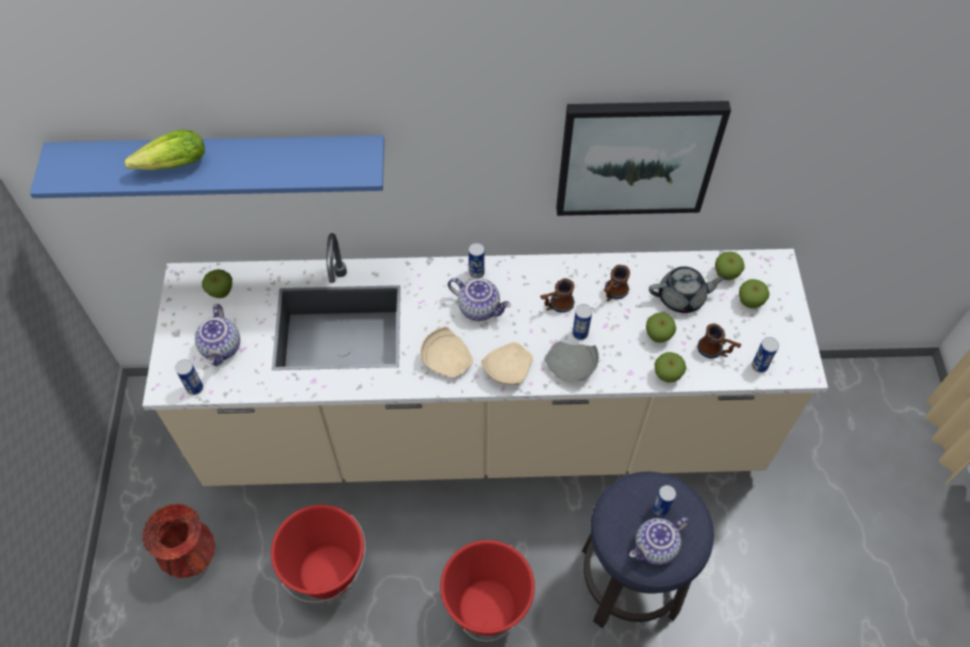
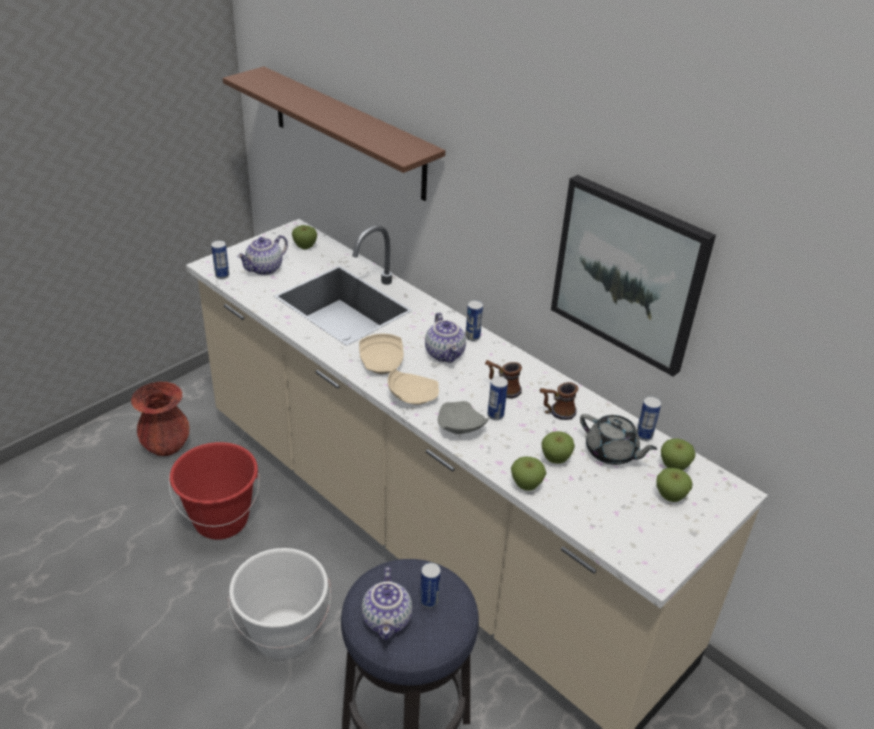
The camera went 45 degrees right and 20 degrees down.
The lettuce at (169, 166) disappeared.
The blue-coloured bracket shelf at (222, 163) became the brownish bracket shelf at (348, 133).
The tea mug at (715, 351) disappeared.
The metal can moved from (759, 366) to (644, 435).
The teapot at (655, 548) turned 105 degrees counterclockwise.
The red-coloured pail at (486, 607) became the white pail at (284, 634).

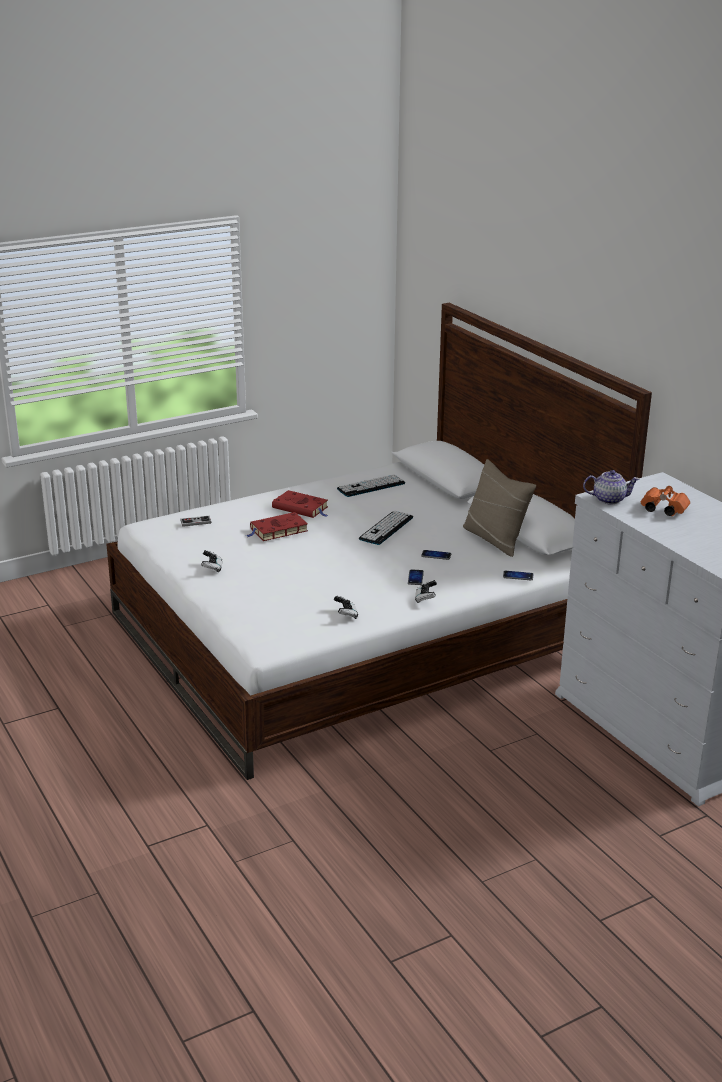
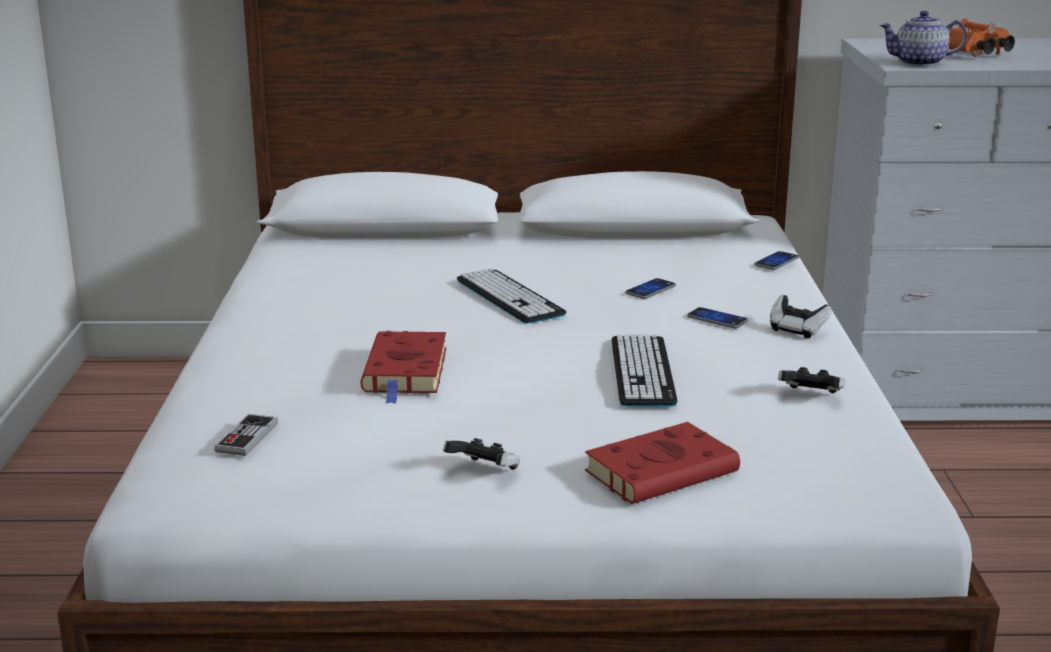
The camera went 60 degrees left and 5 degrees down.
The beige throw pillow at (495, 539) disappeared.
The teapot at (609, 499) turned 120 degrees counterclockwise.
The PC keyboard moved from (371, 486) to (642, 371).
The red-coloured bound book moved from (301, 508) to (664, 471).

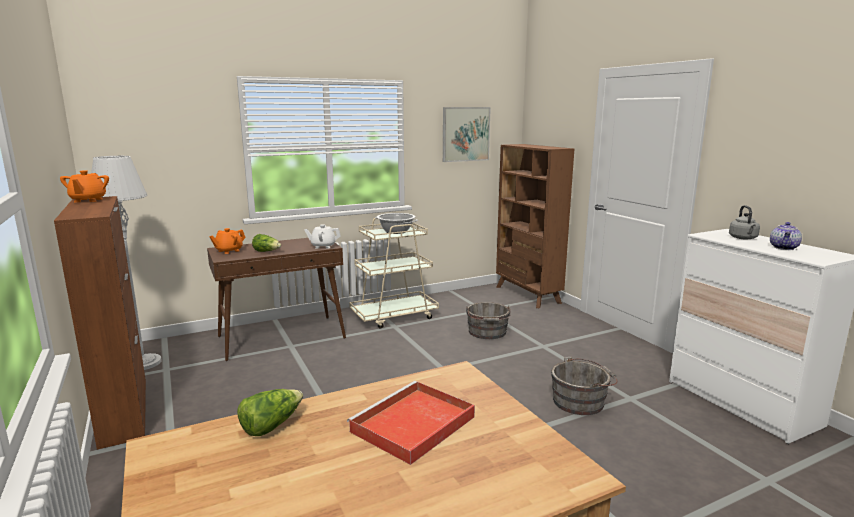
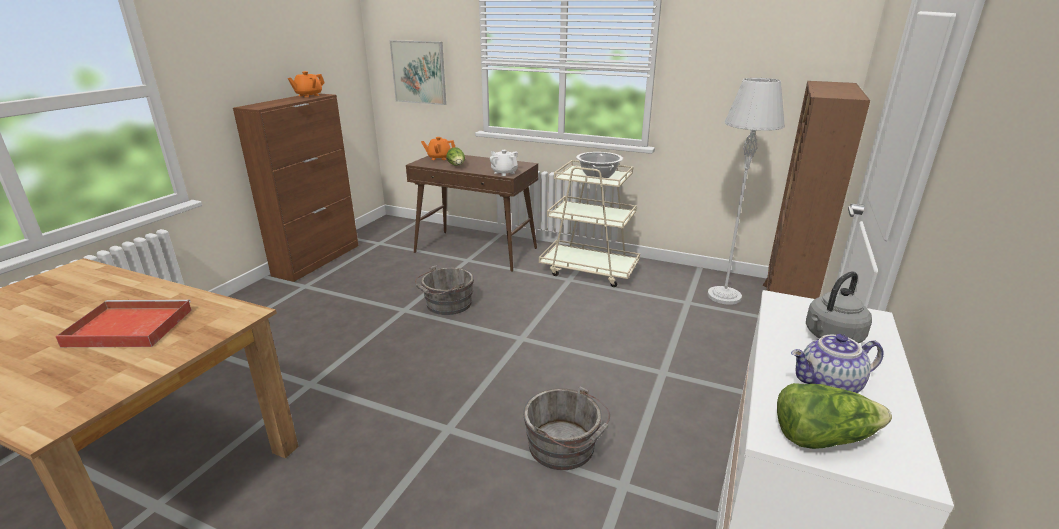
The camera went 50 degrees right and 10 degrees up.
The picture moved from (465, 134) to (419, 72).
The grey standard lamp moved from (143, 363) to (724, 296).
The grey pail moved from (487, 333) to (446, 305).
The lettuce moved from (271, 425) to (822, 437).

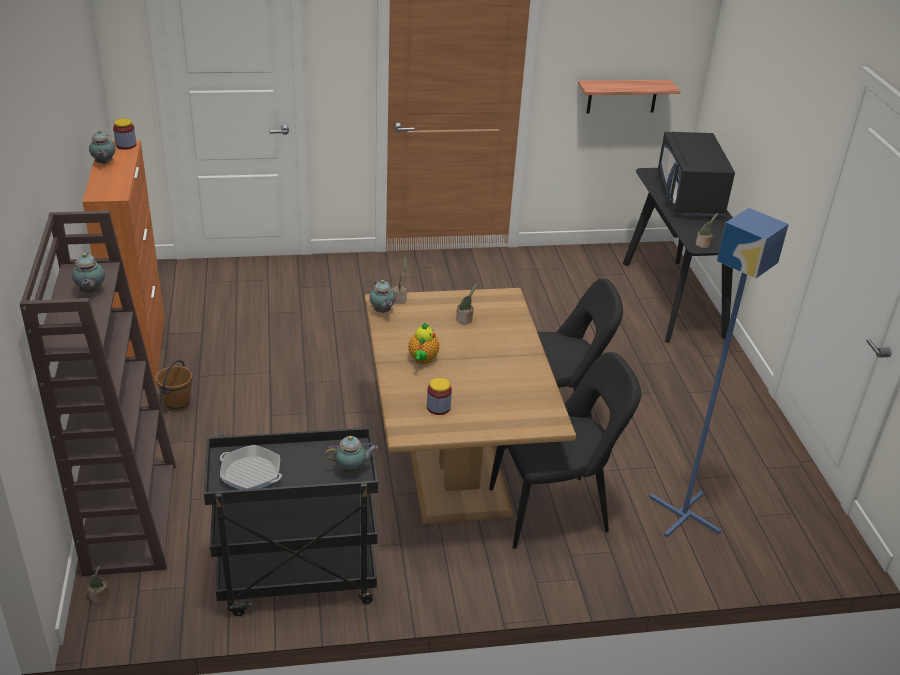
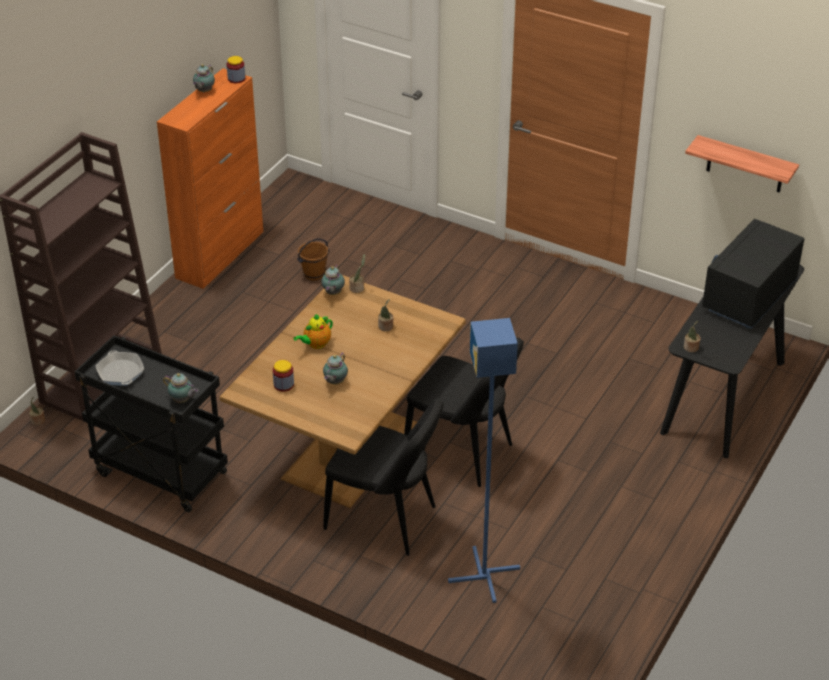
The camera went 40 degrees right and 5 degrees up.
The teapot moved from (90, 292) to (335, 382).
The brownish pail moved from (177, 404) to (314, 274).

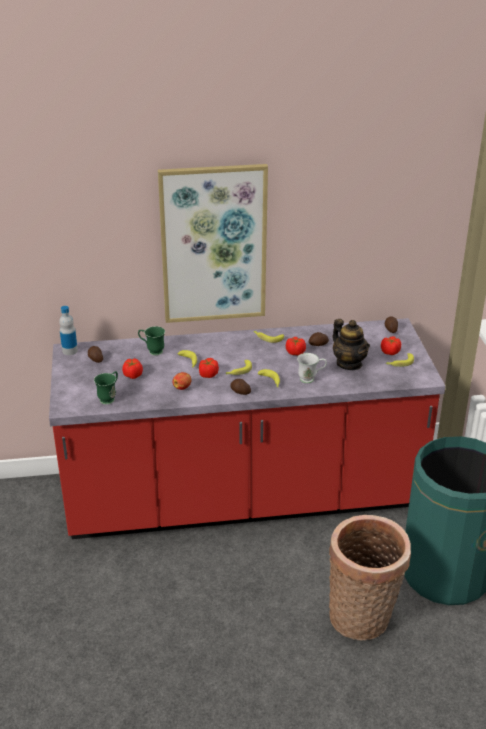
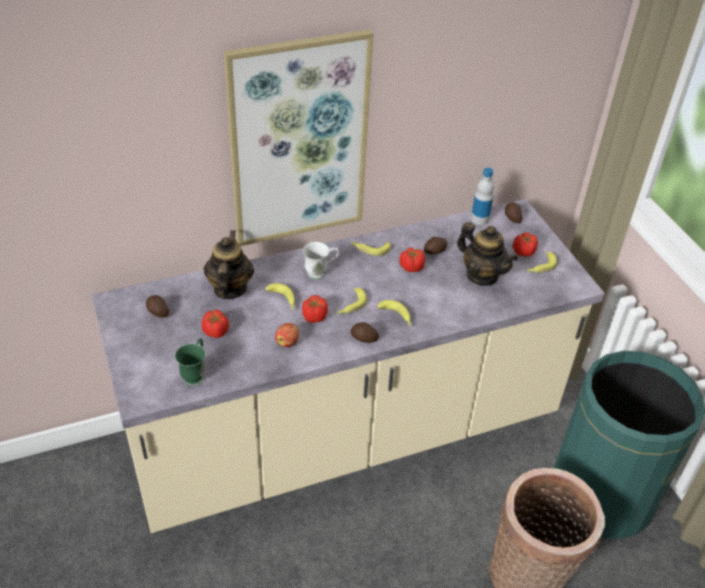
The camera went 15 degrees left and 10 degrees up.
The beverage bottle moved from (70, 351) to (479, 219).
The red-coloured kitchen base unit at (243, 499) became the beige kitchen base unit at (345, 434).
The greenish tea mug at (152, 351) was replaced by the teapot at (229, 289).
The white tea mug moved from (311, 379) to (320, 272).

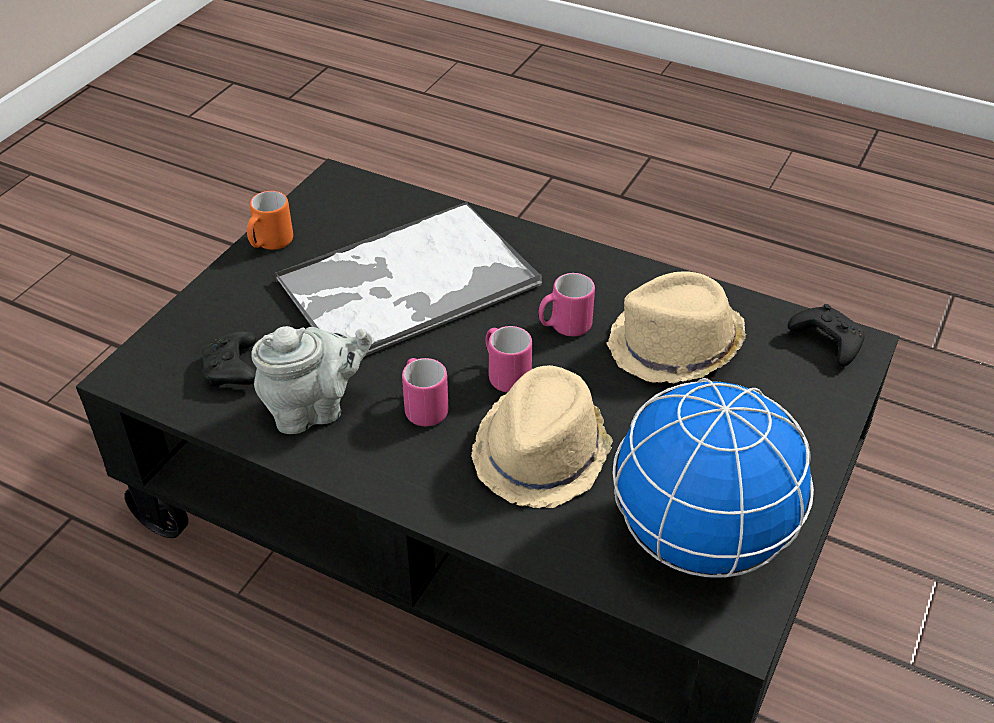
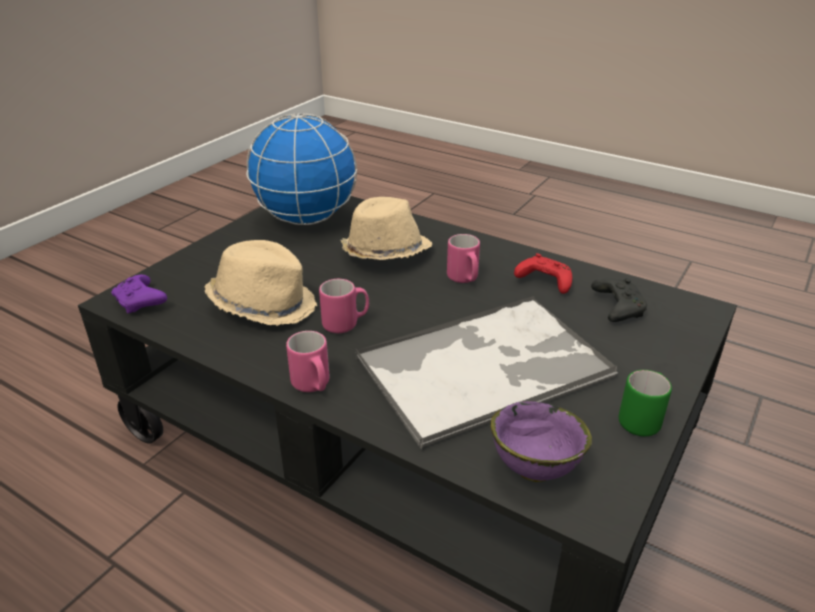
The camera went 175 degrees left and 10 degrees down.
The orangey tea mug at (270, 244) became the greenish tea mug at (642, 419).
The blackish gamepad at (825, 342) became the purple-coloured gamepad at (141, 302).
The grey teapot at (314, 409) was replaced by the red-coloured gamepad at (543, 282).
The pink tea mug moved from (505, 375) to (313, 386).
The purple-coloured bowl at (533, 468) appeared.

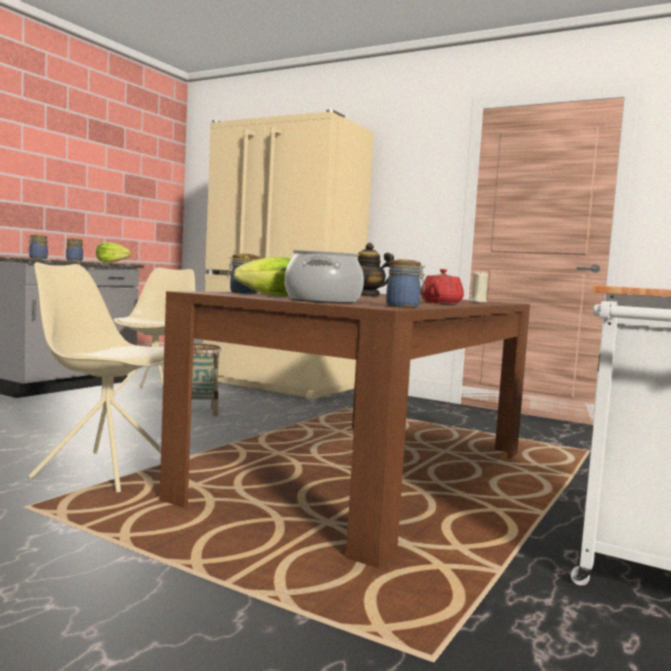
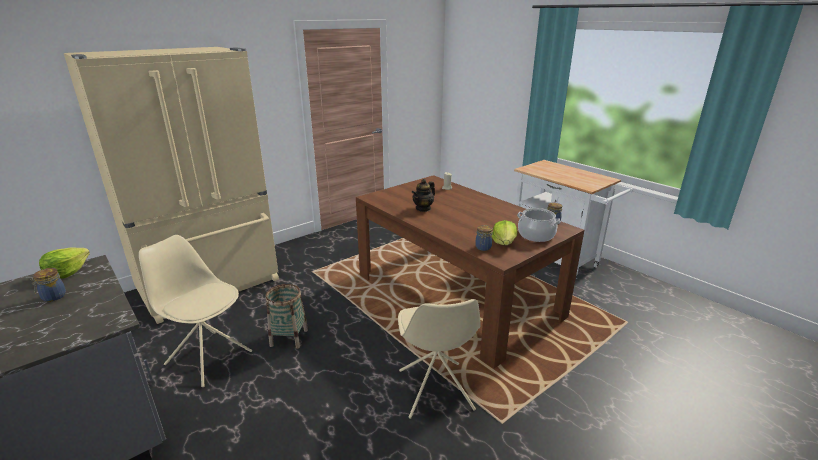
The camera went 70 degrees left and 20 degrees up.
The jar at (37, 258) disappeared.
The beige plain chair at (103, 471) turned 45 degrees counterclockwise.
The red-coloured teapot at (441, 303) disappeared.

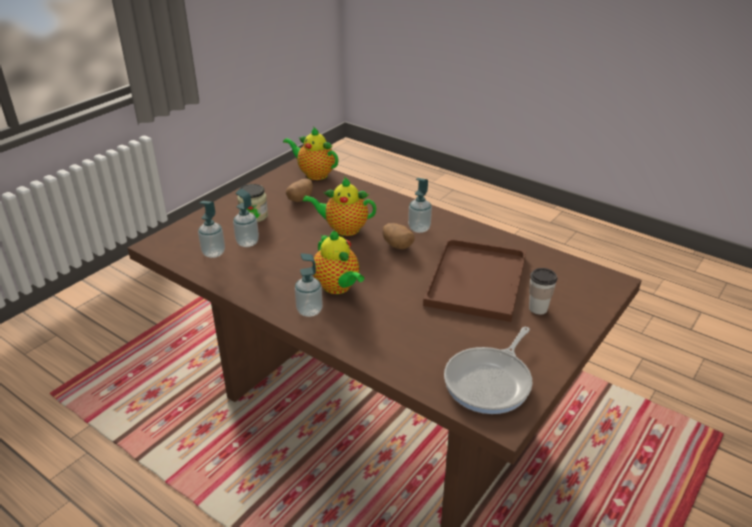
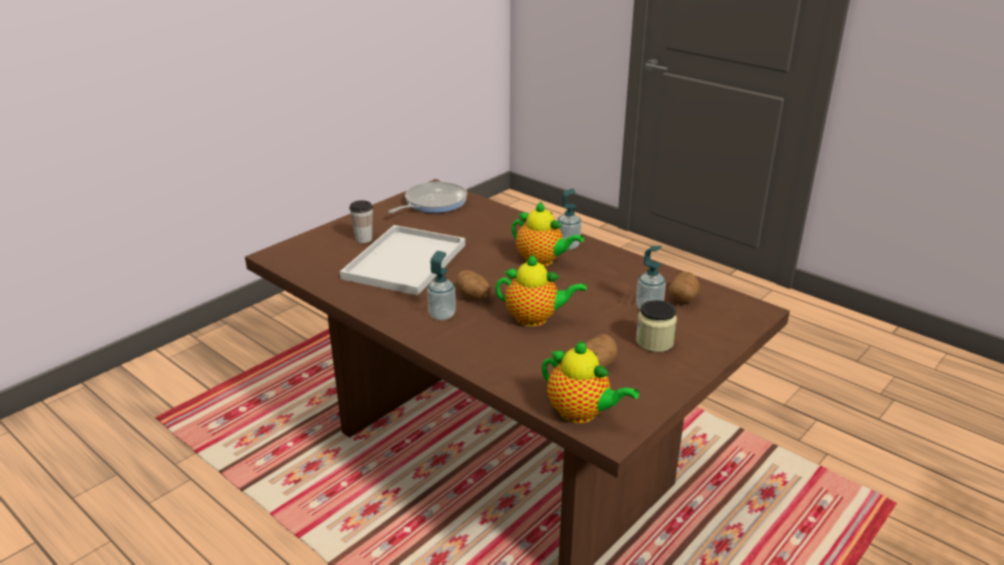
The camera went 175 degrees left and 5 degrees down.
The liquid soap bottle at (213, 253) was replaced by the whole potato at (683, 298).
The teapot at (338, 287) turned 150 degrees clockwise.
The brownish tray at (475, 278) became the white tray at (405, 262).

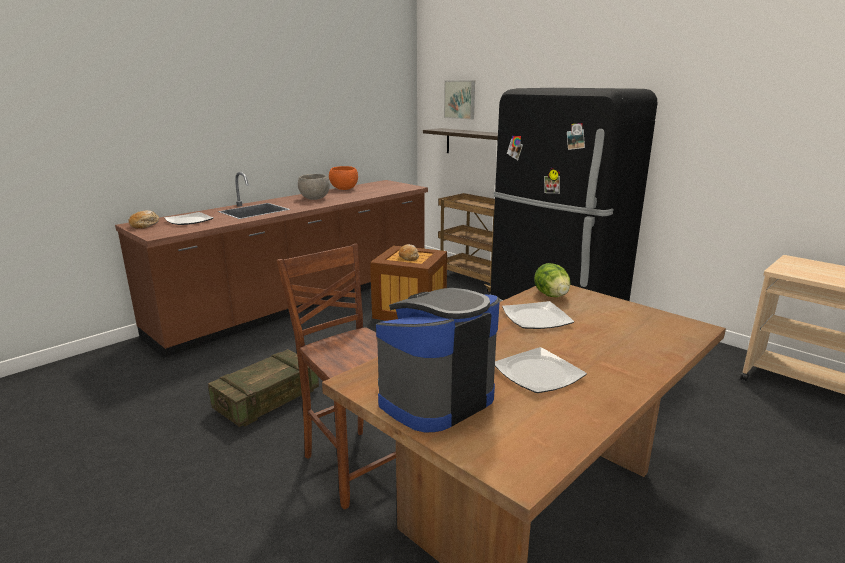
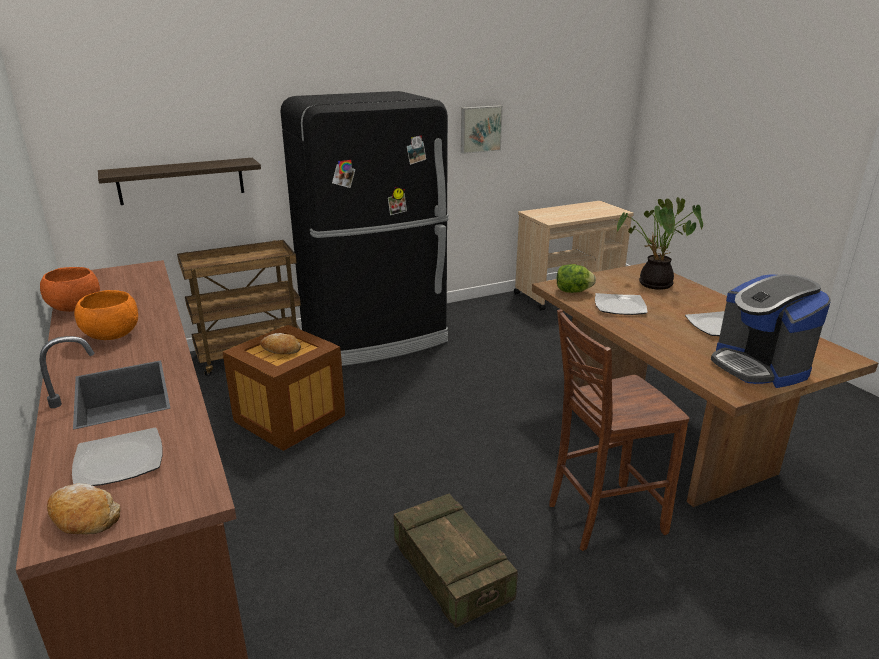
The camera went 70 degrees left and 5 degrees up.
The picture moved from (460, 99) to (480, 129).
The grey bowl at (314, 199) became the orangey bowl at (112, 336).
The plant in a pot at (652, 284) appeared.

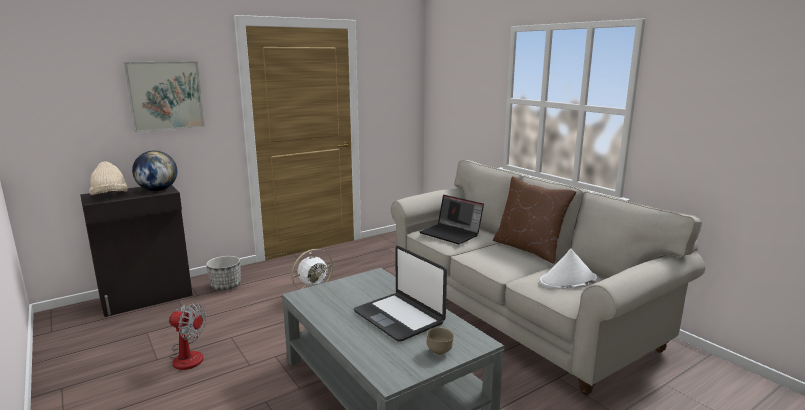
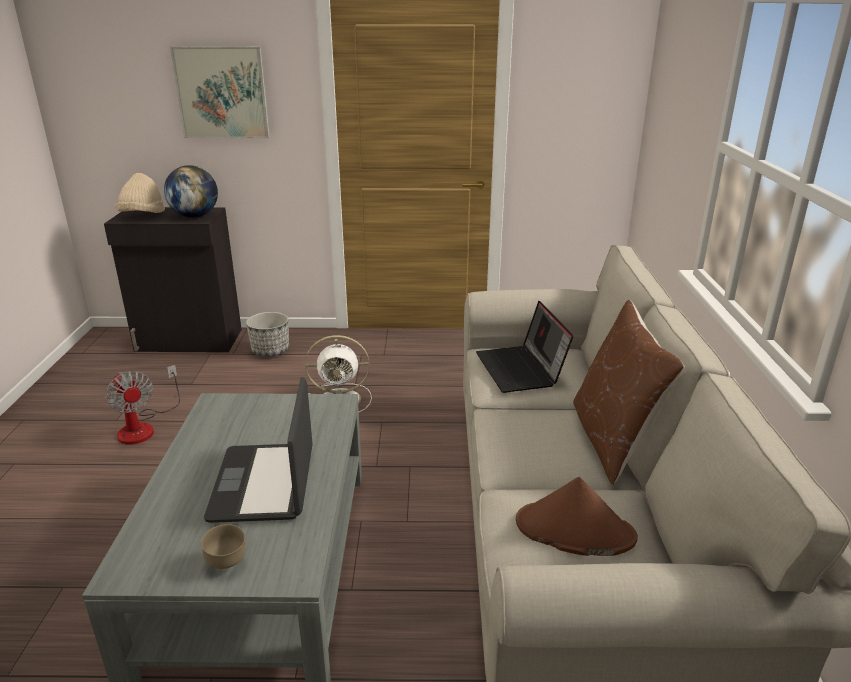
The camera went 35 degrees right and 10 degrees up.
The white hat at (568, 281) became the brownish hat at (574, 530).

